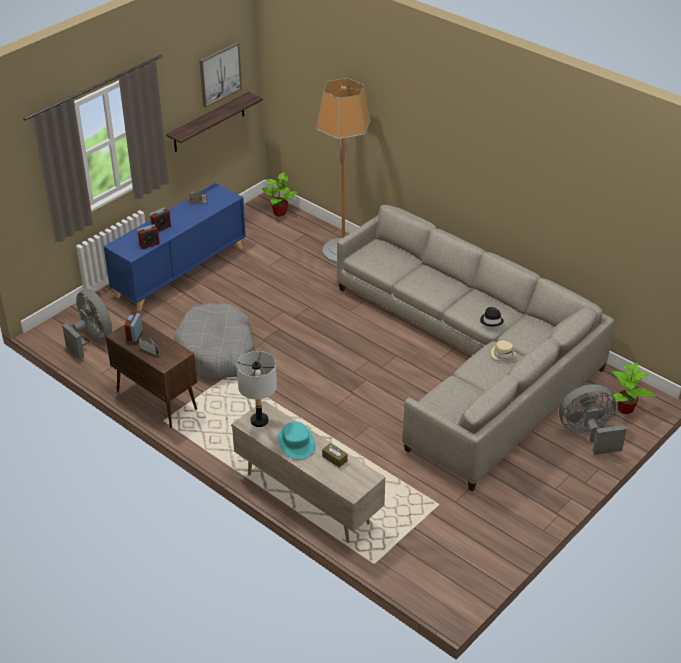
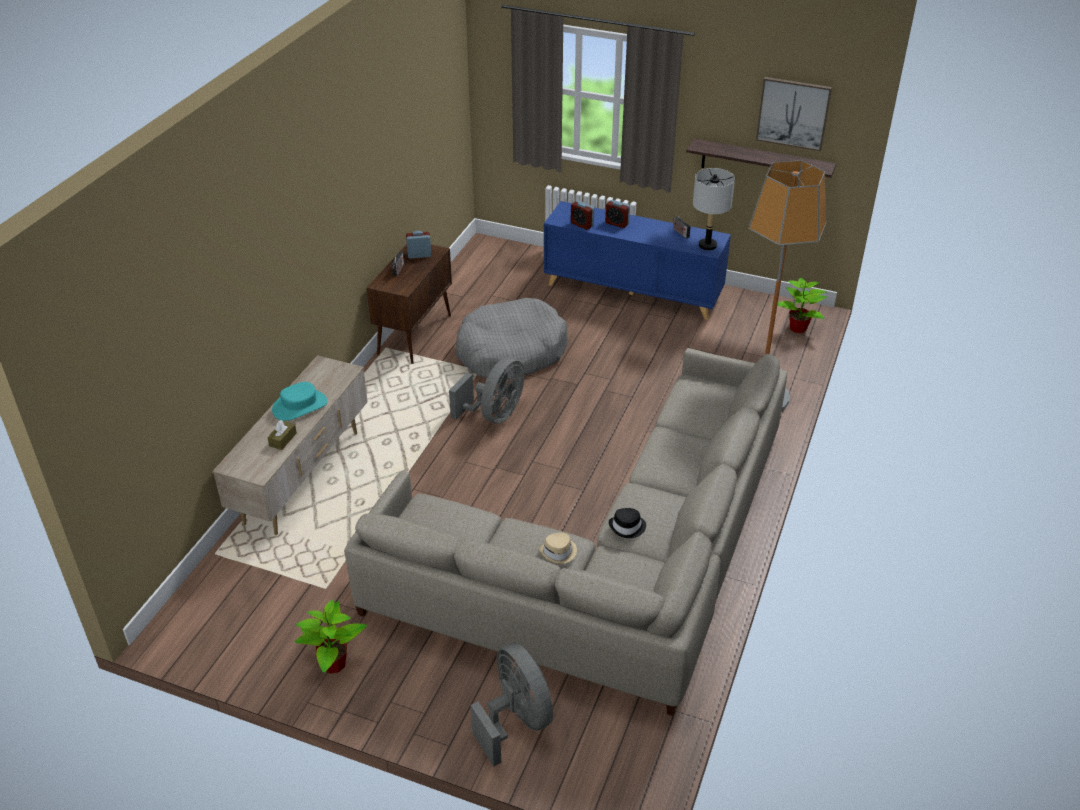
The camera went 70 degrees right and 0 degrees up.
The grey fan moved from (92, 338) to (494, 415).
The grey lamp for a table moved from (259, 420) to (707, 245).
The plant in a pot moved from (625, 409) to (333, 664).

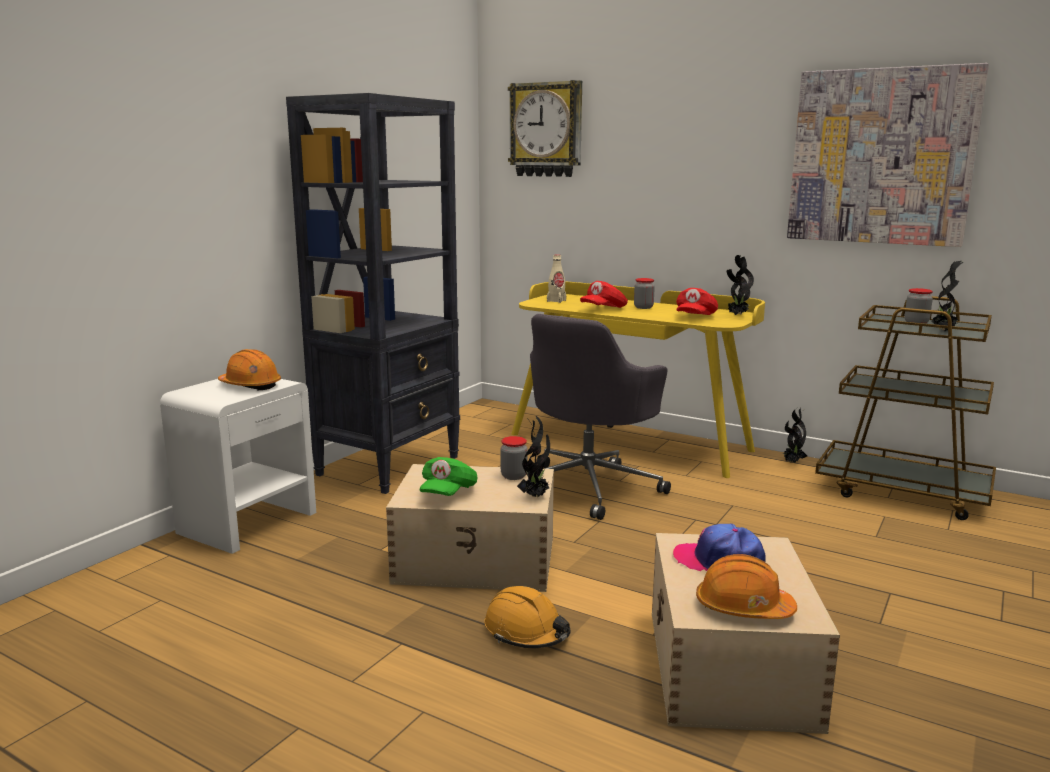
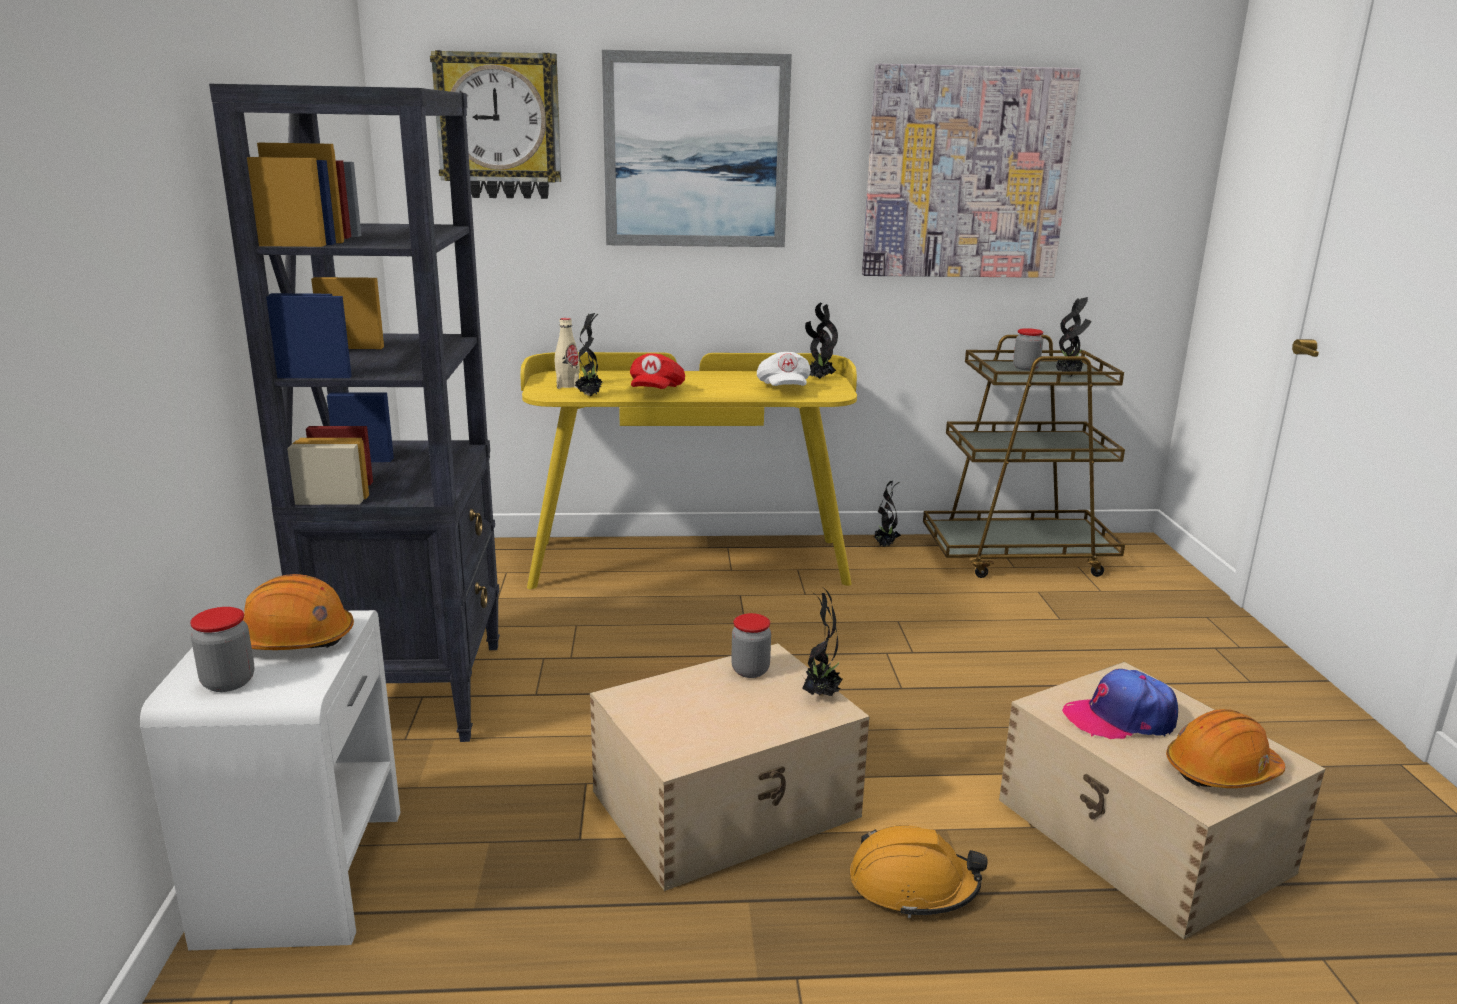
The camera went 35 degrees left and 5 degrees up.
The jar moved from (643, 307) to (228, 682).
The red-coloured cap at (695, 317) became the white cap at (783, 389).
The grey office chair at (589, 487) disappeared.
The greenish cap at (448, 493) disappeared.
The picture at (696, 151) appeared.
The plant in a pot at (590, 396) appeared.

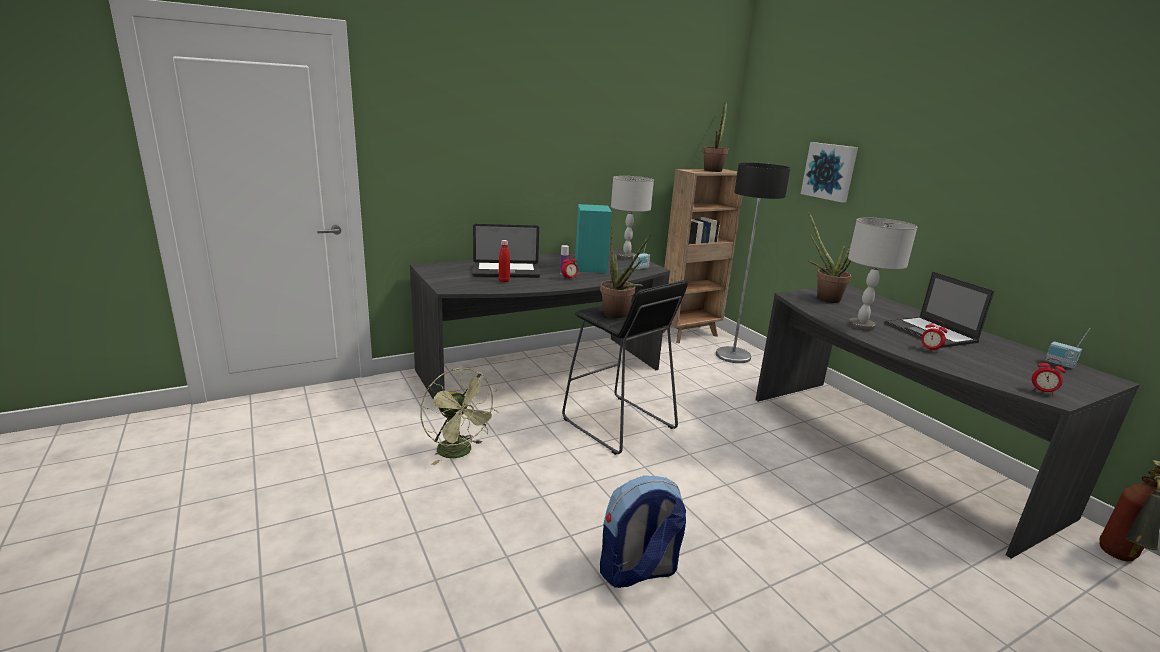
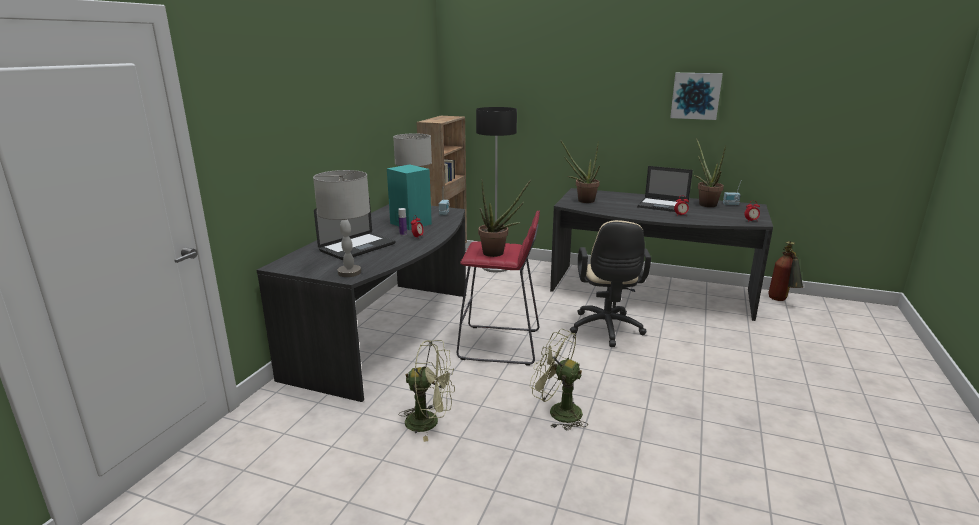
The camera went 40 degrees left and 0 degrees up.
The plant in a pot moved from (713, 170) to (705, 204).
The picture moved from (830, 171) to (695, 96).
The grey lamp for a table moved from (861, 326) to (349, 273).
The red-coloured beverage bottle at (504, 281) disappeared.
The blackish sitting stool at (618, 424) became the red-coloured sitting stool at (500, 345).
The backpack at (638, 572) disappeared.
The beige office chair at (606, 330) appeared.
The greenish fan at (558, 412) appeared.

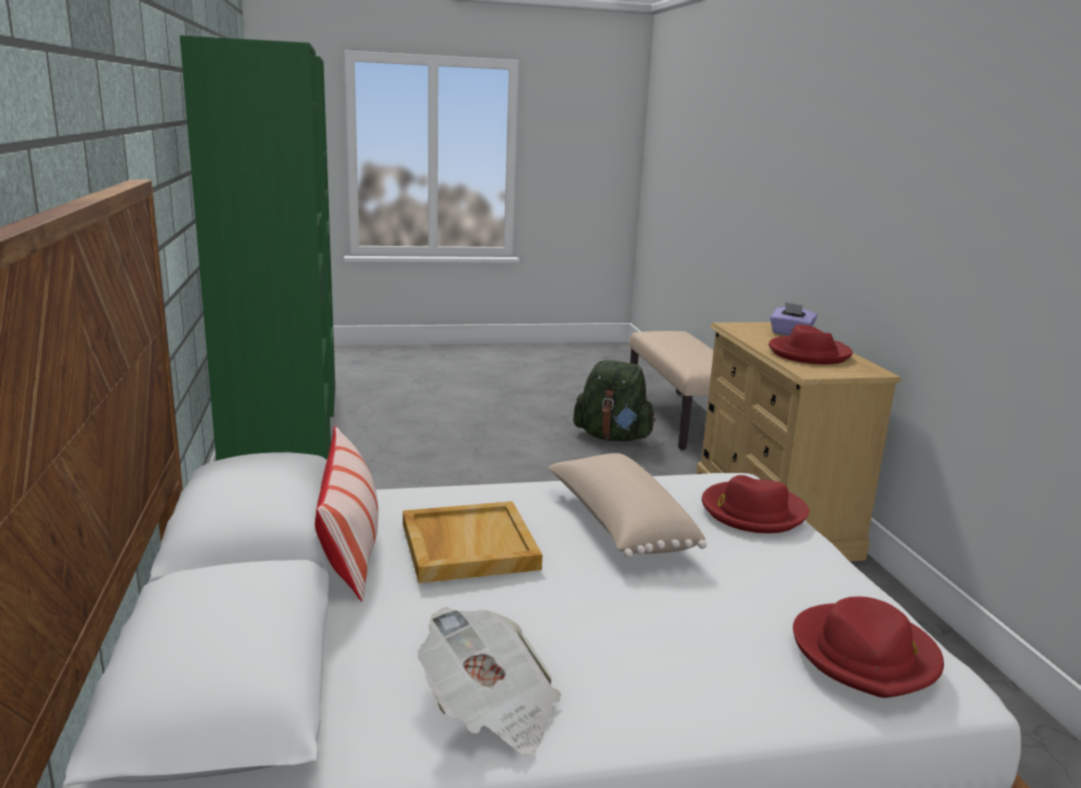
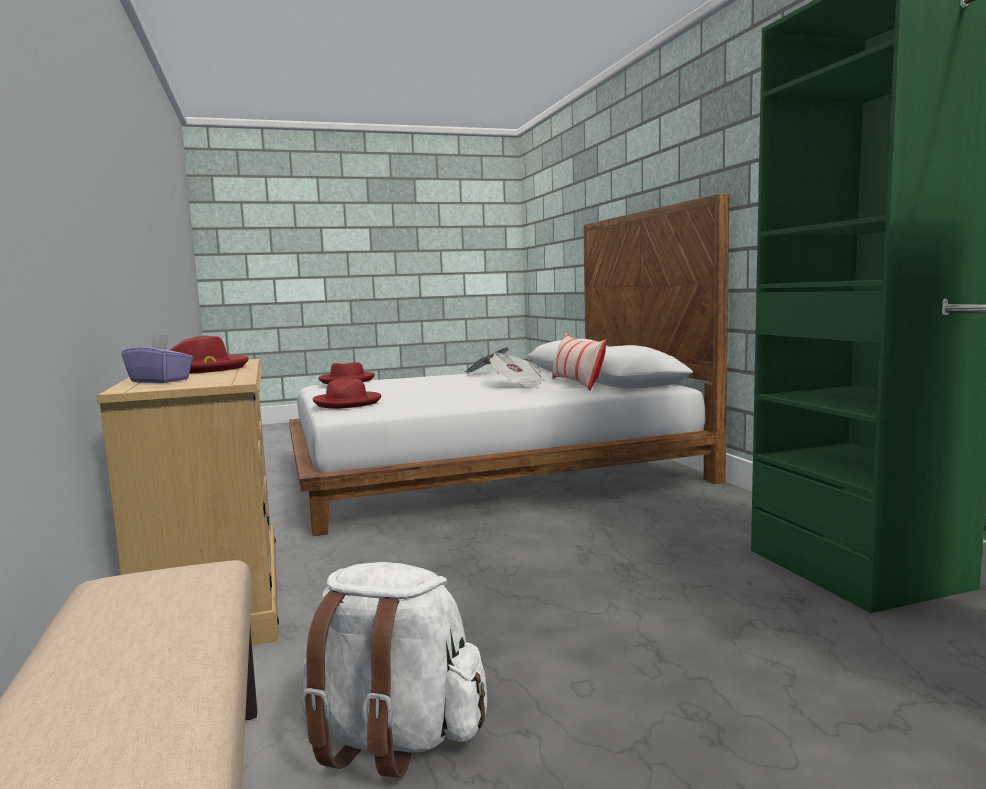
The camera went 175 degrees right and 10 degrees down.
The greenish backpack at (613, 437) became the white backpack at (392, 738).
The beige throw pillow at (618, 525) disappeared.
The beige tray at (467, 546) was replaced by the newspaper at (517, 385).

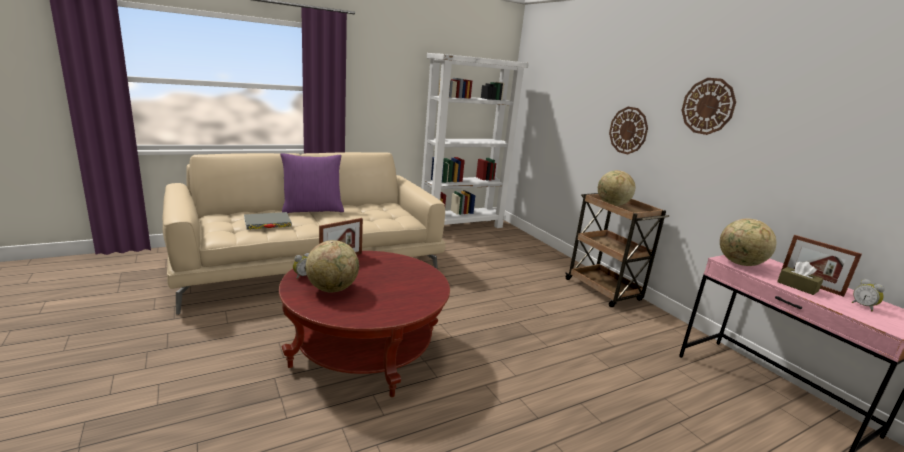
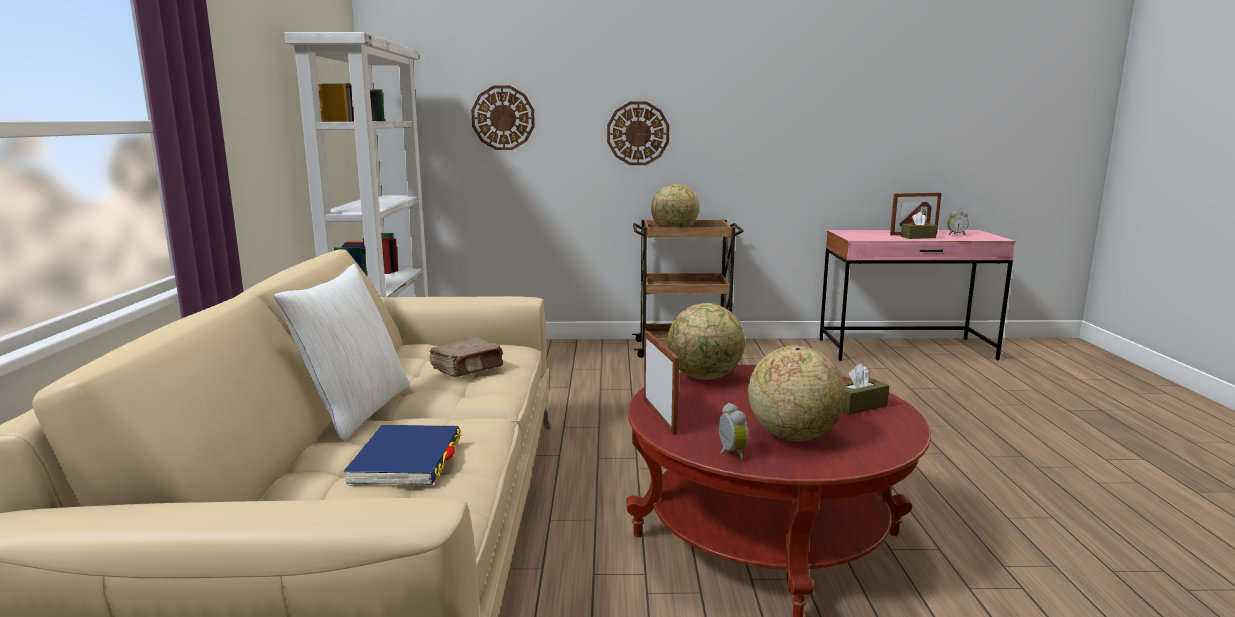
The camera went 60 degrees left and 5 degrees down.
The clock on the wall moved from (708, 106) to (503, 118).
The purple-coloured throw pillow at (312, 209) became the white throw pillow at (356, 410).
The grey bound book at (267, 223) became the blue-coloured bound book at (407, 460).
The globe moved from (740, 264) to (705, 378).
The brownish bound book at (468, 368) appeared.
The brownish tissue box at (858, 406) appeared.

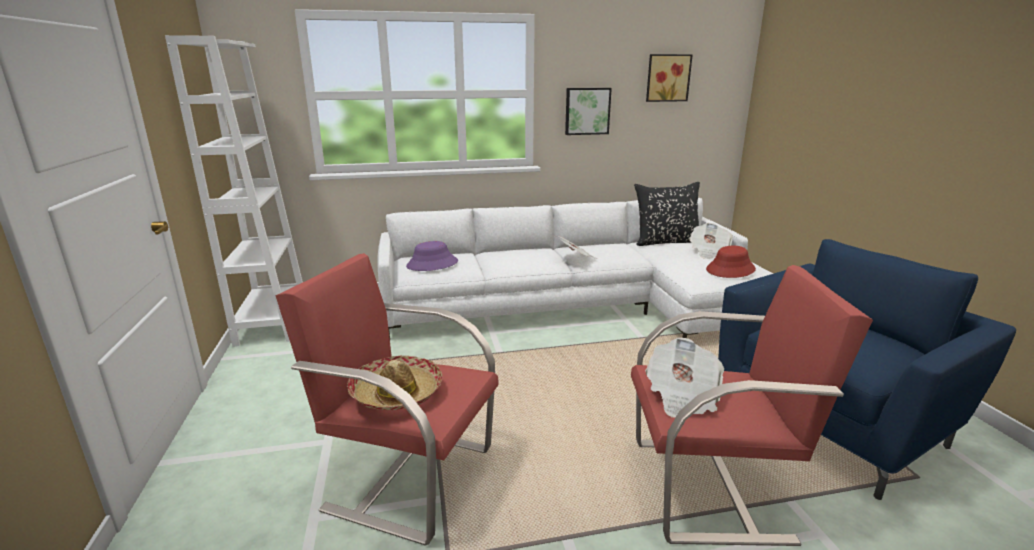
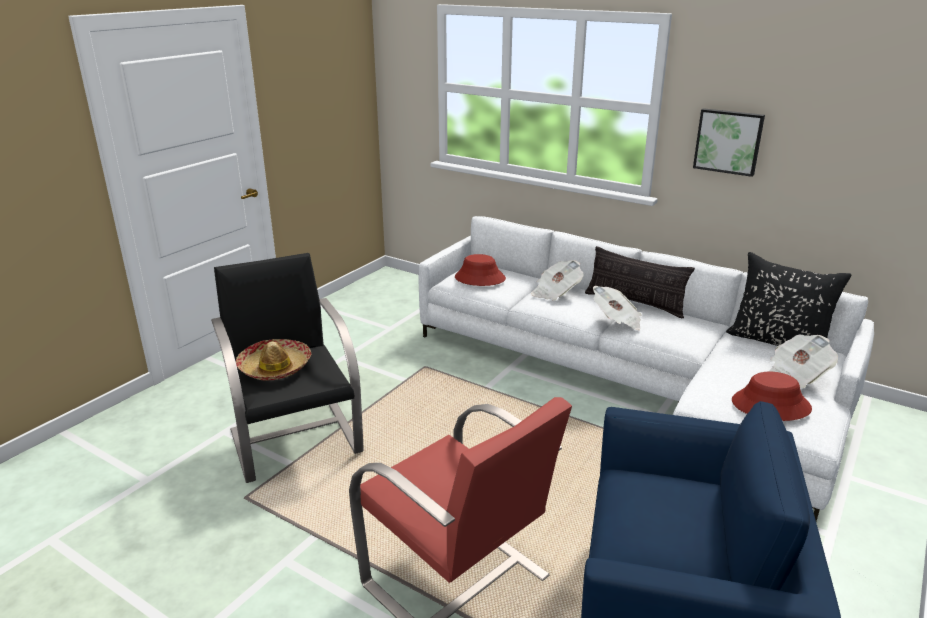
The camera went 45 degrees right and 5 degrees up.
The white bookshelf at (273, 322) disappeared.
The picture at (667, 78) disappeared.
The purple-coloured hat at (432, 264) became the red-coloured hat at (479, 278).
The red-coloured easy chair at (409, 477) became the blackish easy chair at (295, 440).
The newspaper moved from (681, 396) to (555, 292).
The throw pillow at (635, 303) appeared.

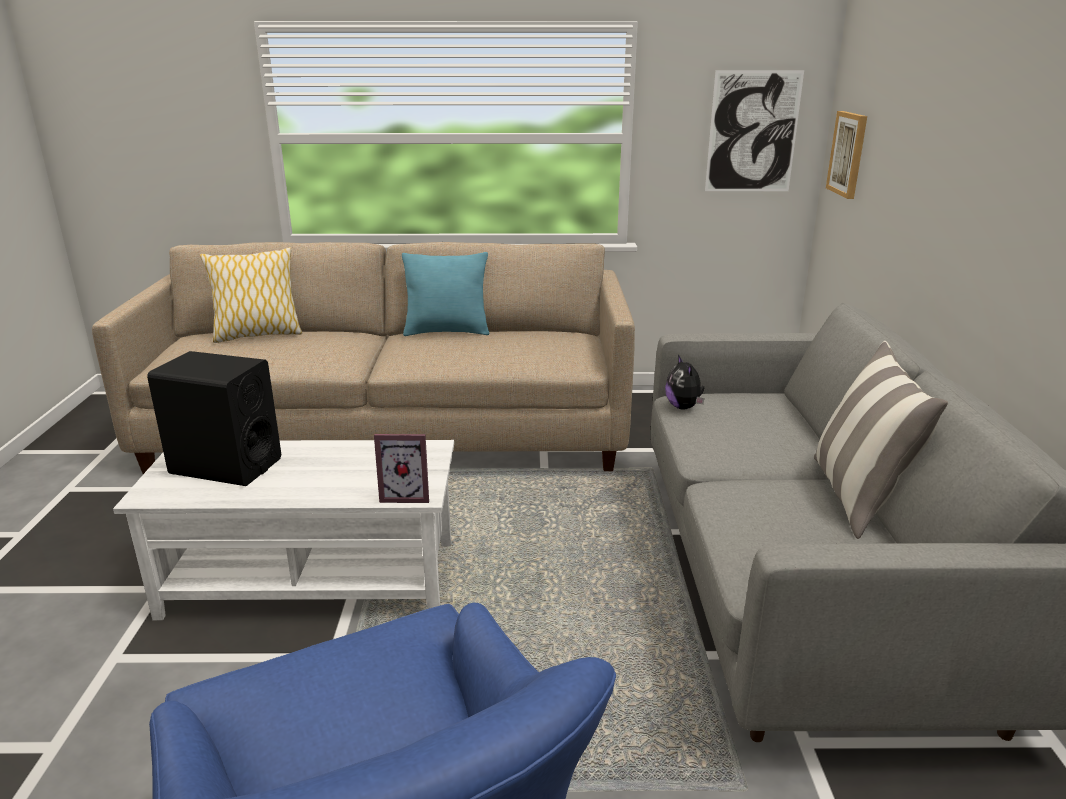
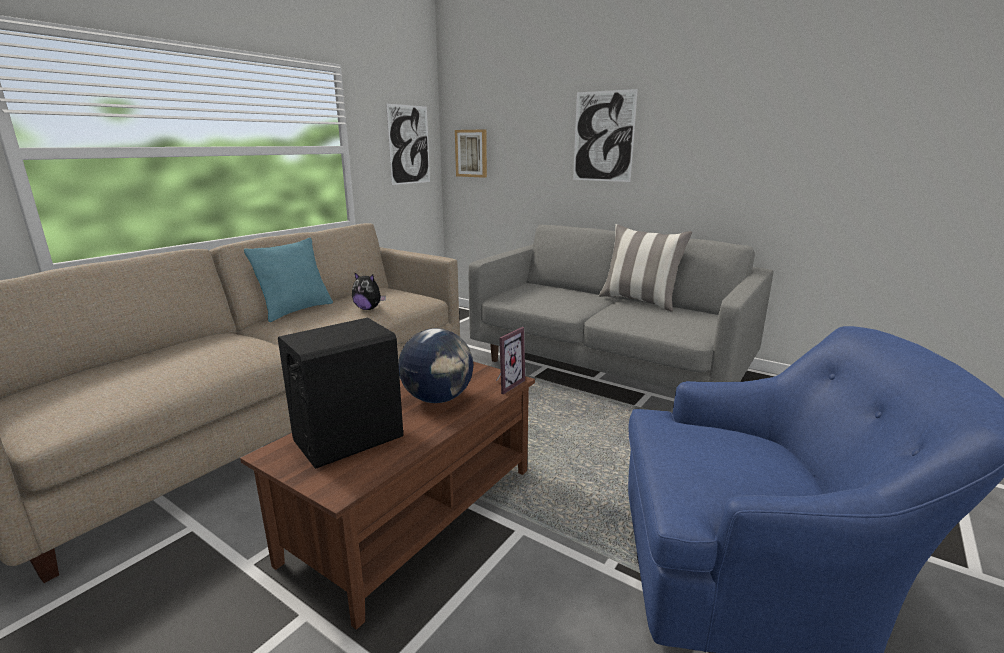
The camera went 55 degrees left and 5 degrees down.
The throw pillow at (258, 335) disappeared.
The cuddly toy moved from (684, 407) to (368, 309).
The white low table at (313, 579) became the brownish low table at (415, 513).
The picture at (603, 137) appeared.
The globe at (438, 399) appeared.

